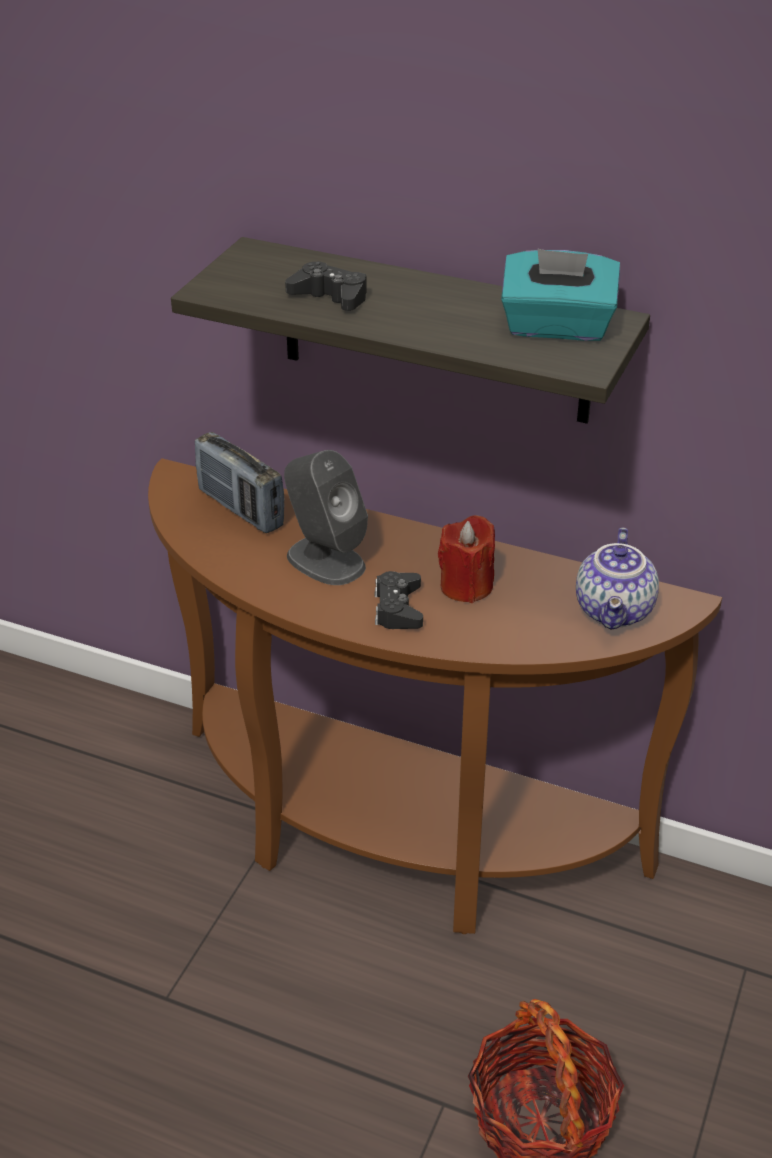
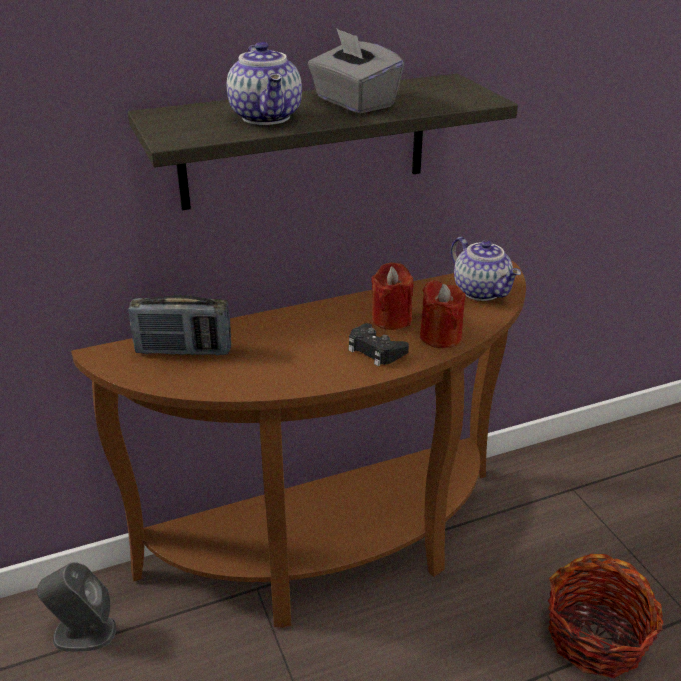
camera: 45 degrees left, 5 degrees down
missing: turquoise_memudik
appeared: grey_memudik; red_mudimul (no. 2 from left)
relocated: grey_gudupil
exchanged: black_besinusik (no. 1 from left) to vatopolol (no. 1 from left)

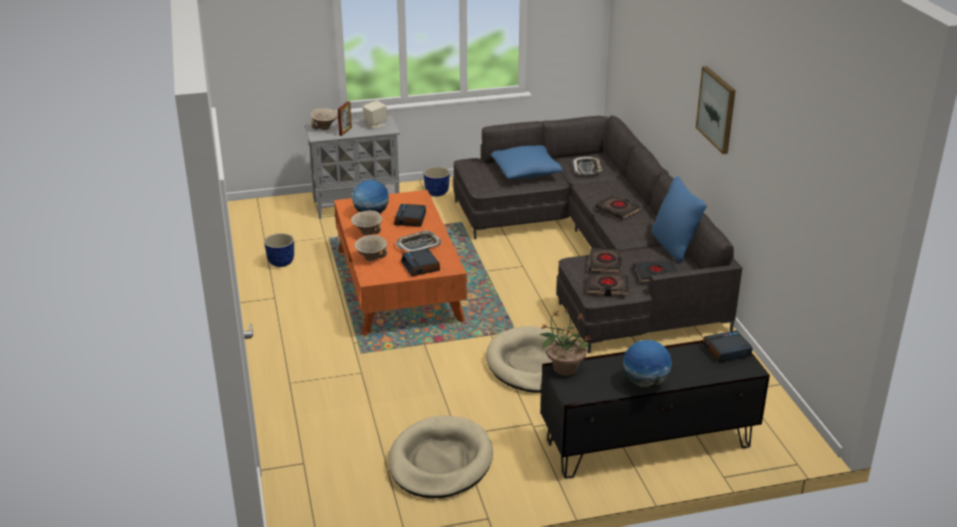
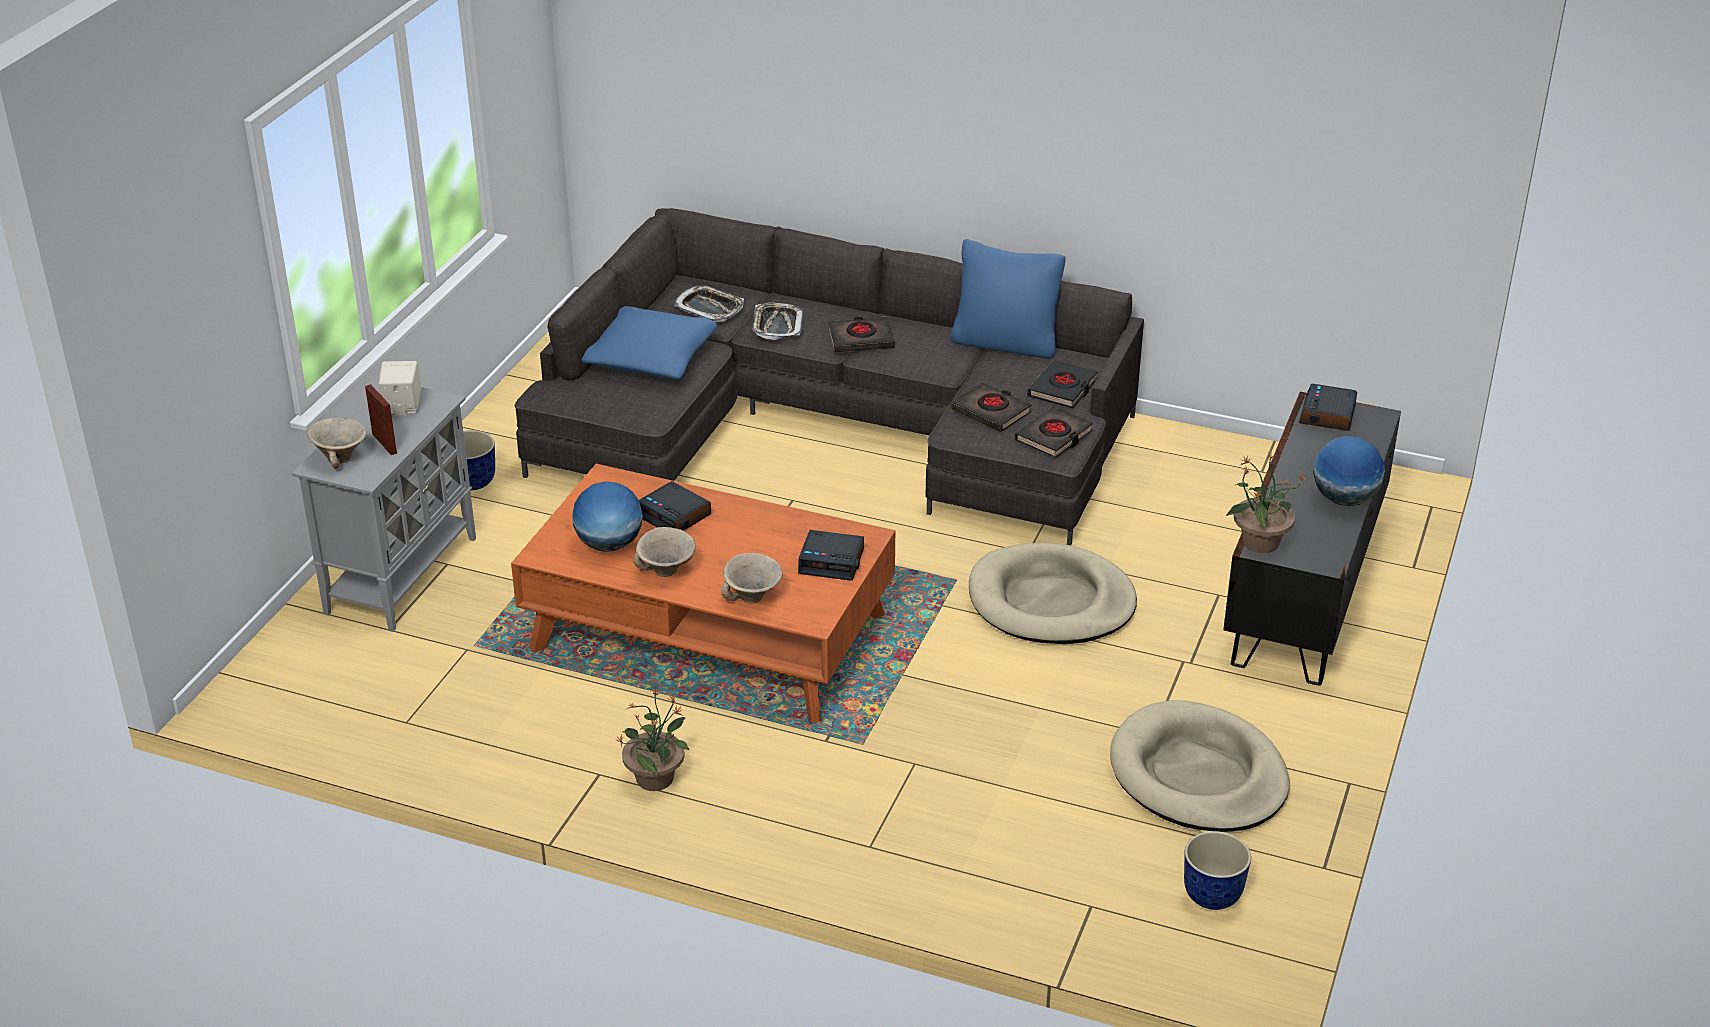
camera: 55 degrees left, 5 degrees up
missing: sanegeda
appeared: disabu (no. 1 from left)
relocated: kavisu (no. 1 from left in the first image) to kavisu (no. 2 from left); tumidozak (no. 1 from left in the first image) to tumidozak (no. 2 from left)

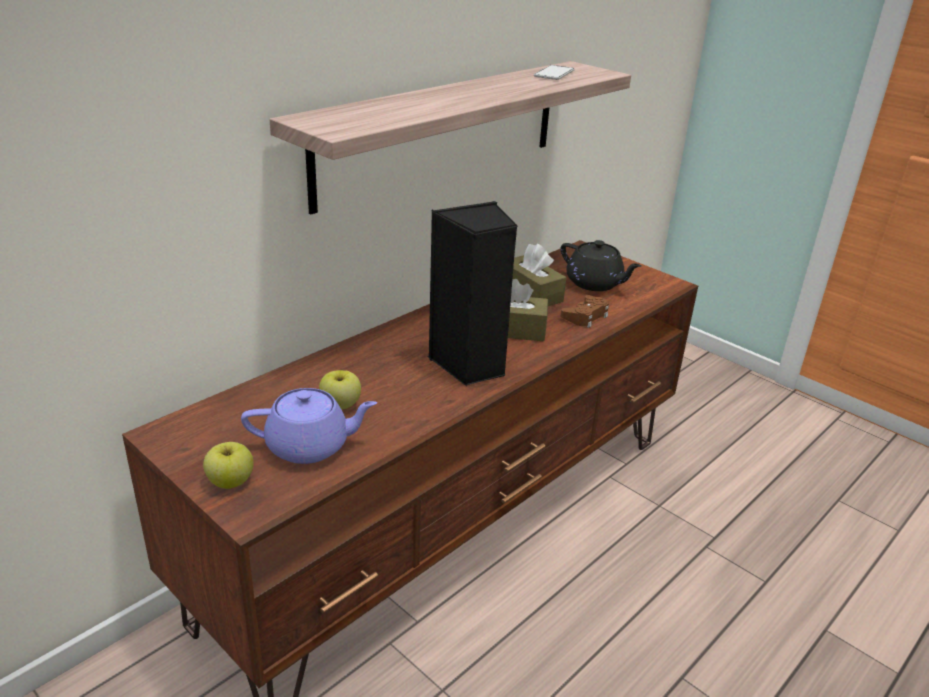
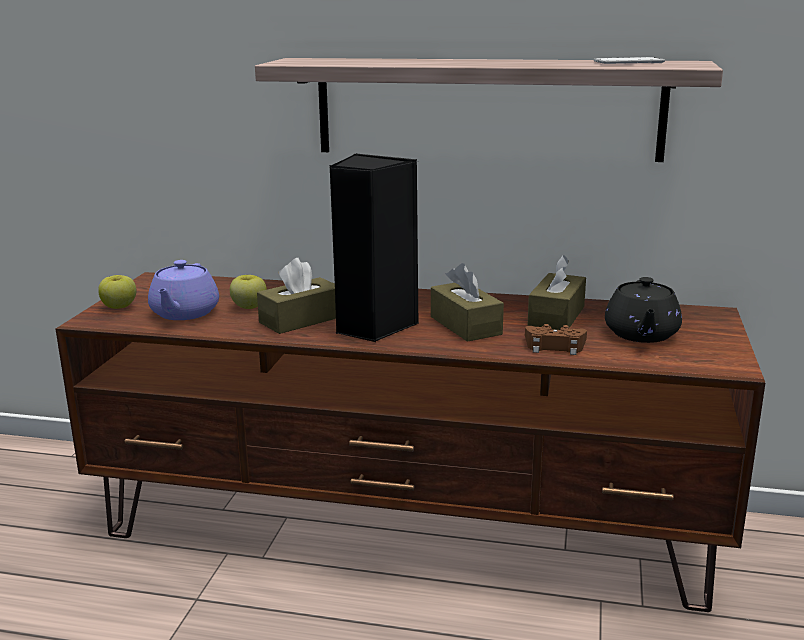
camera: 60 degrees right, 10 degrees down
appeared: brown_memudik (no. 1 from left)
spun: purple_vatopolol 45 degrees clockwise

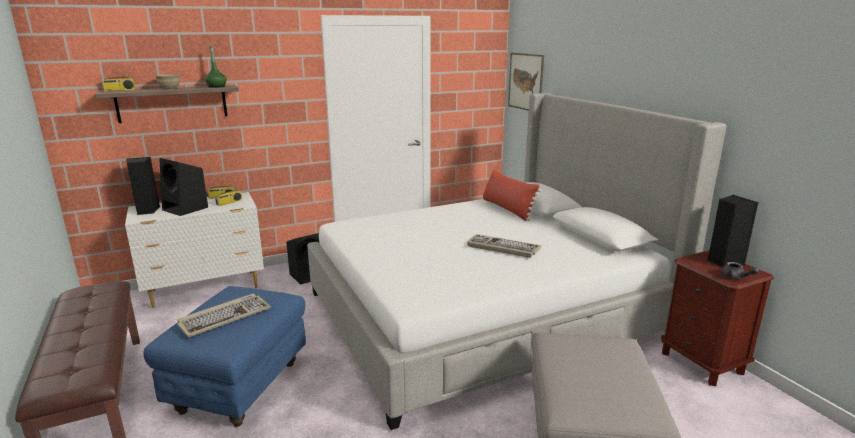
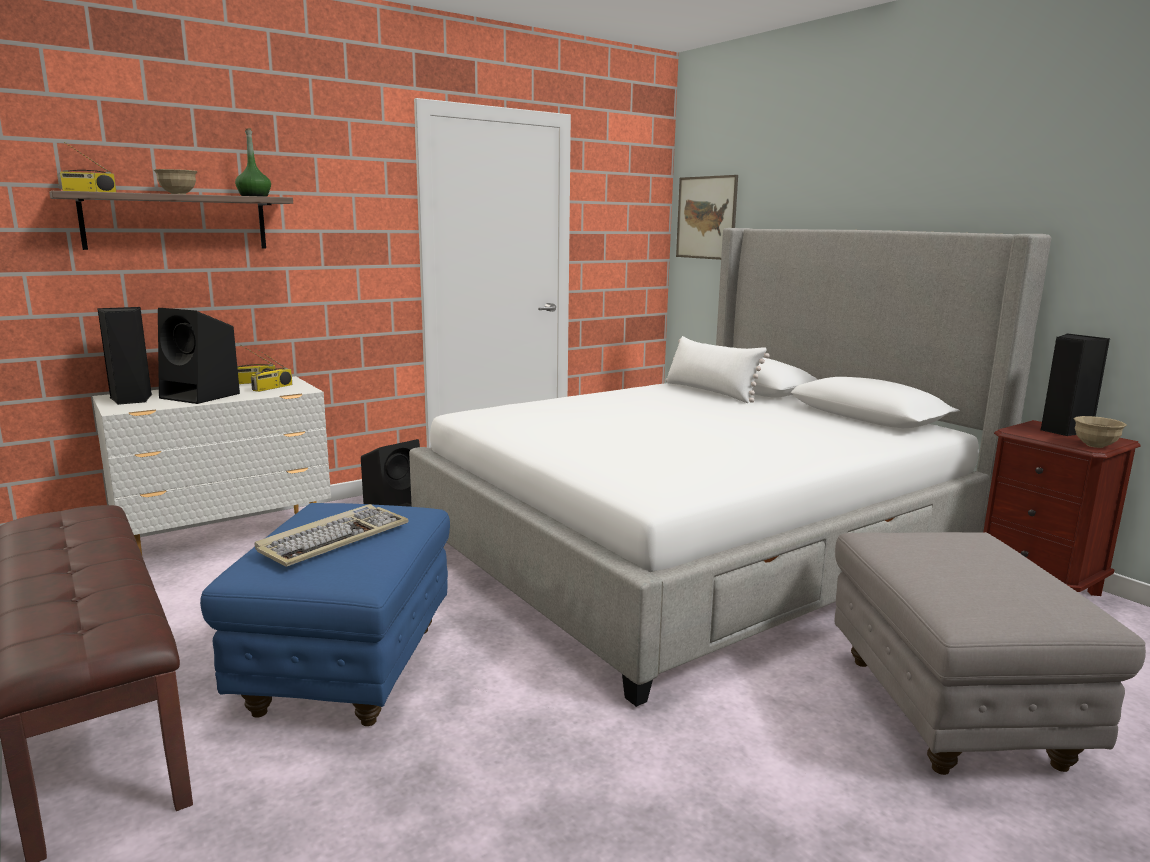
camera: 10 degrees left, 5 degrees down
missing: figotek (no. 2 from left)
exchanged: grey_vatopolol to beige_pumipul (no. 2 from left)
colour: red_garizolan to white_garizolan

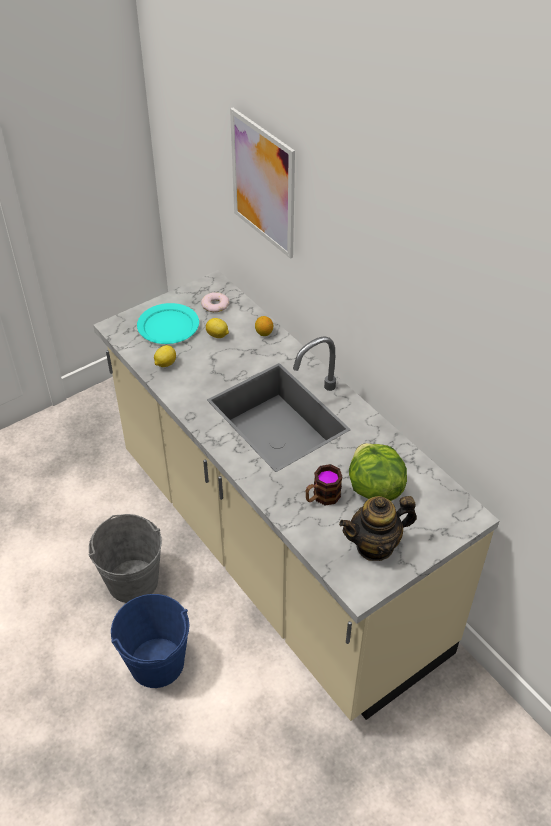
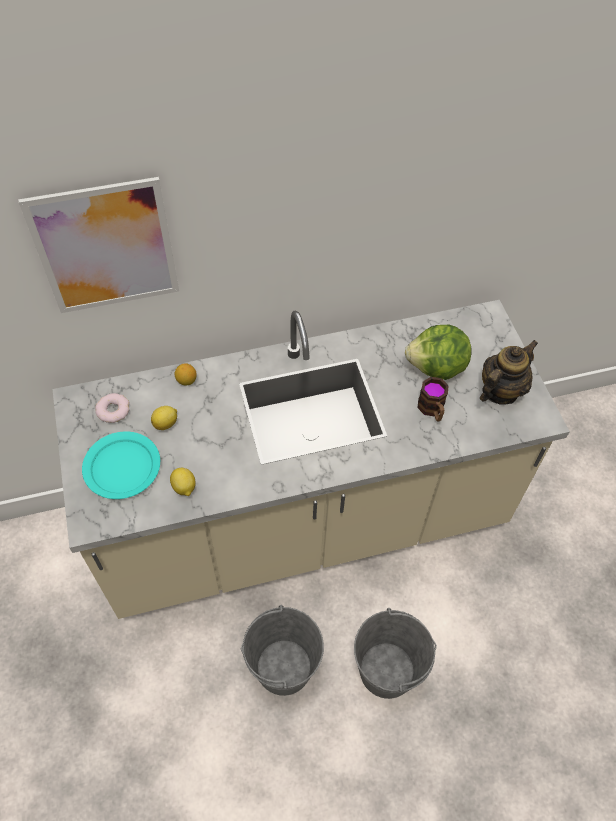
camera: 70 degrees left, 10 degrees up
colour: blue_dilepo to grey_dilepo (no. 2 from left)
spun: vatopolol 135 degrees counterclockwise

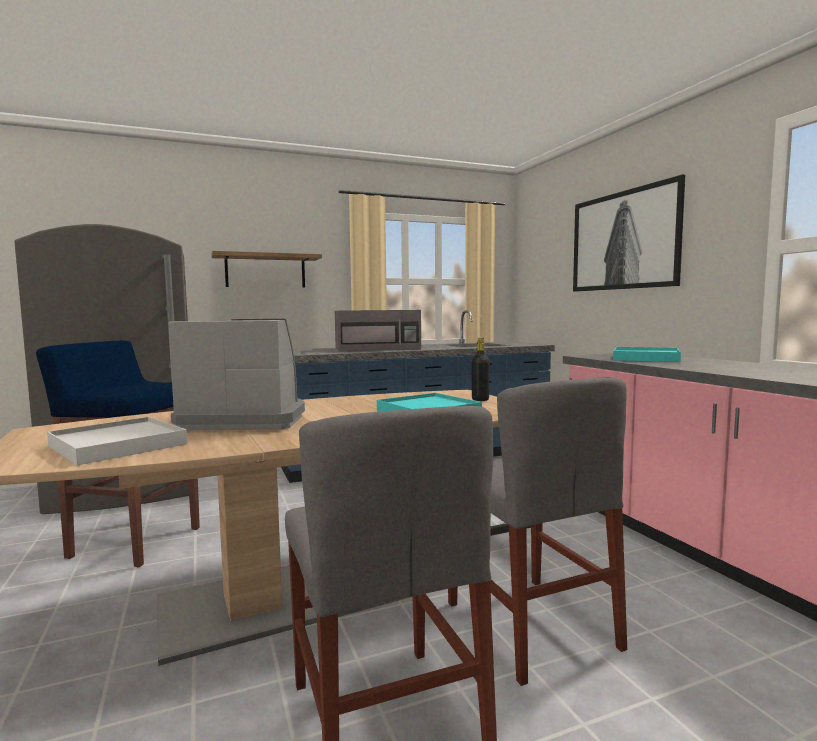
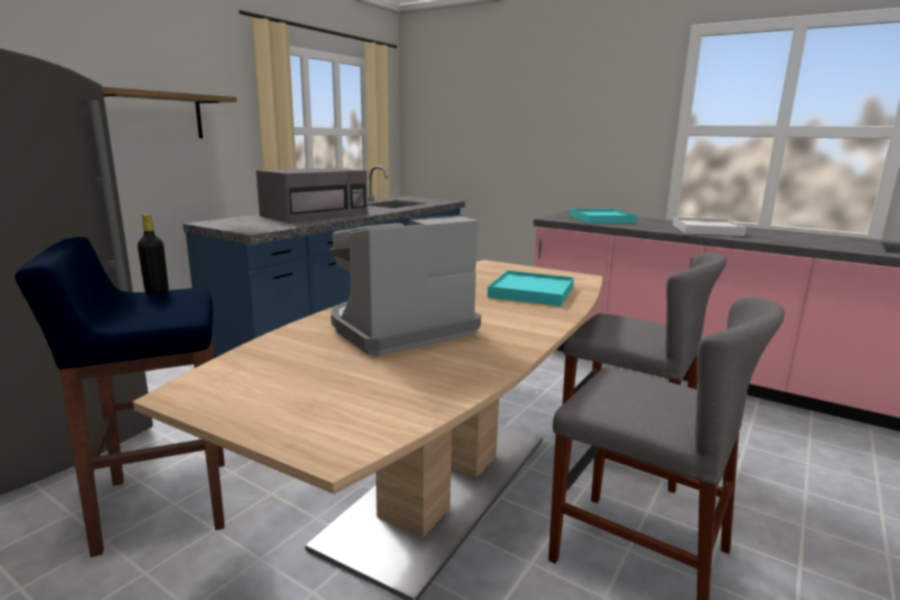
camera: 35 degrees left, 10 degrees up
missing: sanegeda
relocated: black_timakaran; white_kavisu

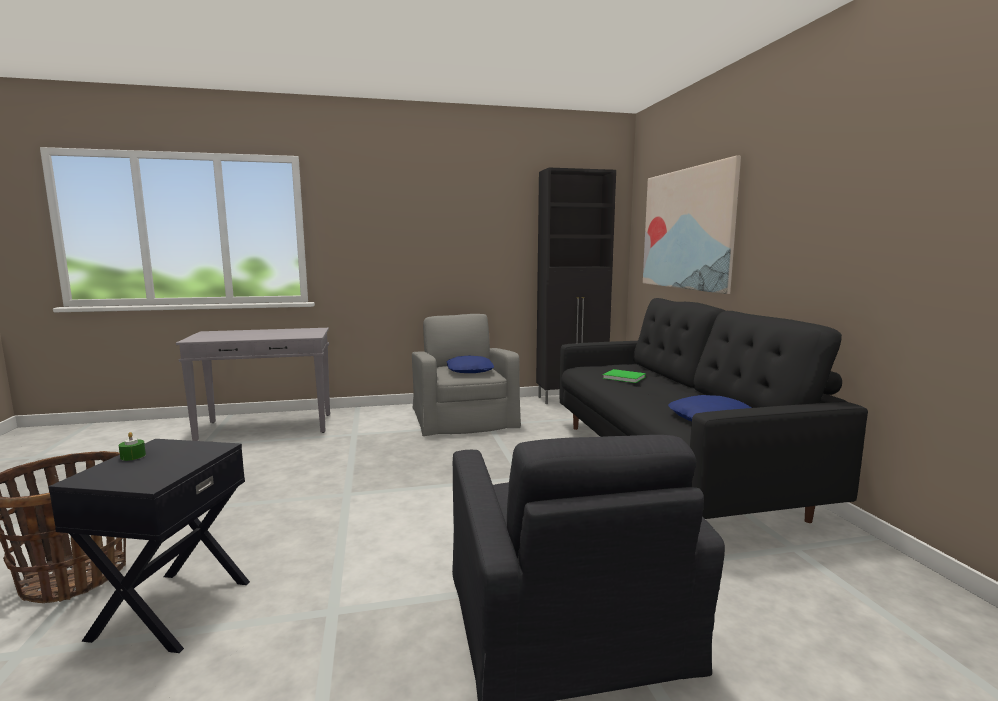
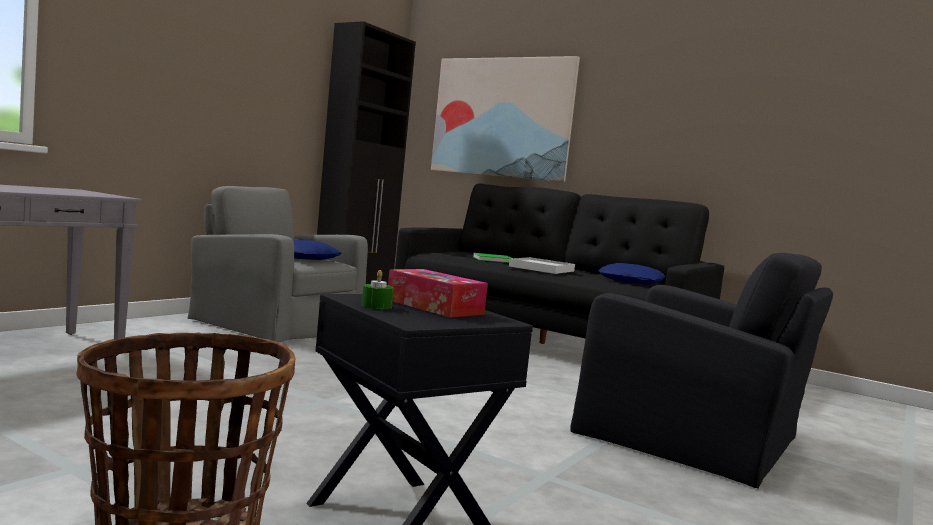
camera: 45 degrees left, 5 degrees down
appeared: memudik; white_kavisu

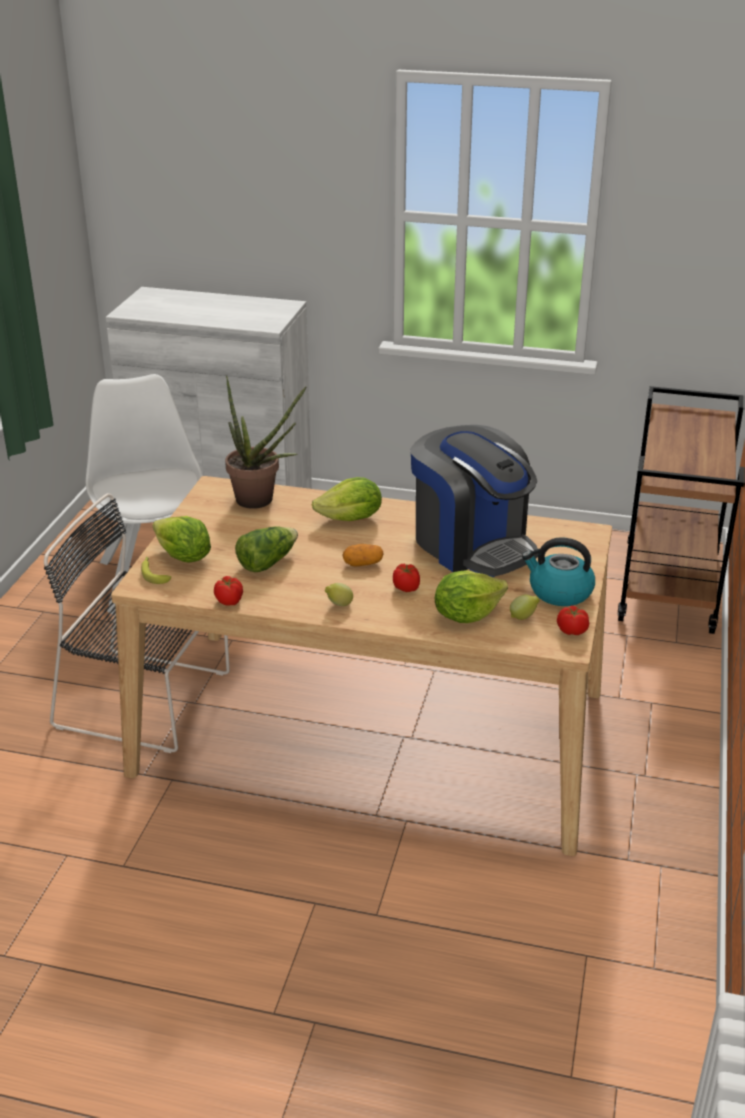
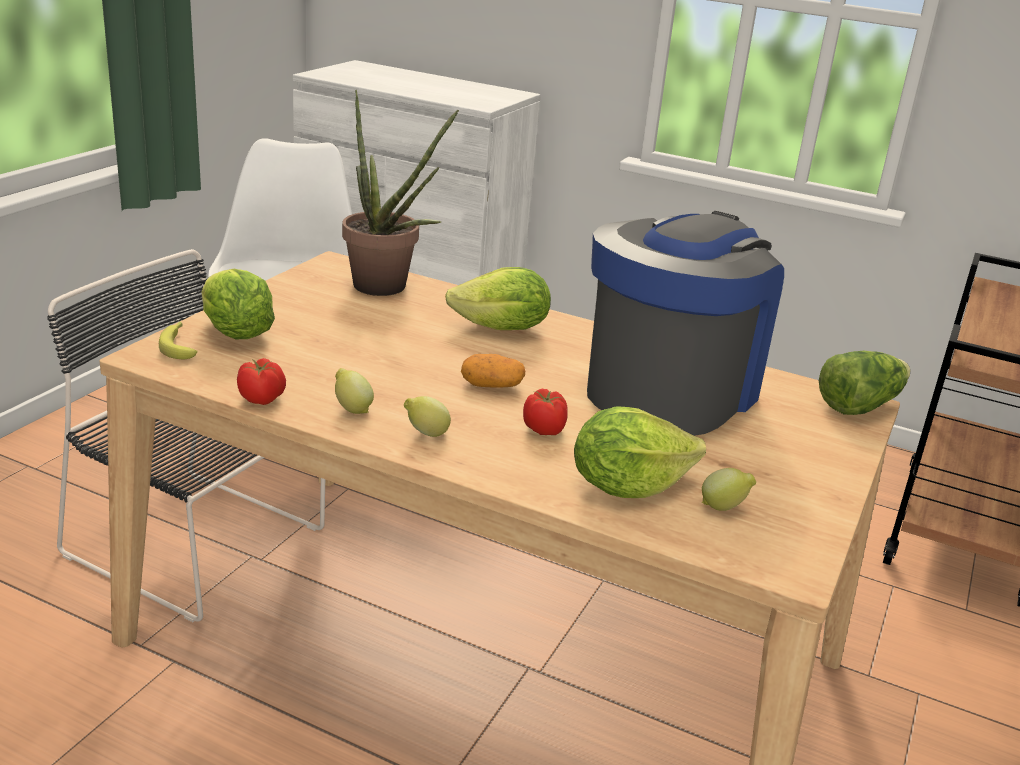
camera: 10 degrees right, 5 degrees down
missing: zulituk; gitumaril (no. 3 from left)
appeared: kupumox (no. 1 from left)
relocated: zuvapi (no. 2 from left in the first image) to zuvapi (no. 4 from left)
spun: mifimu 120 degrees counterclockwise

